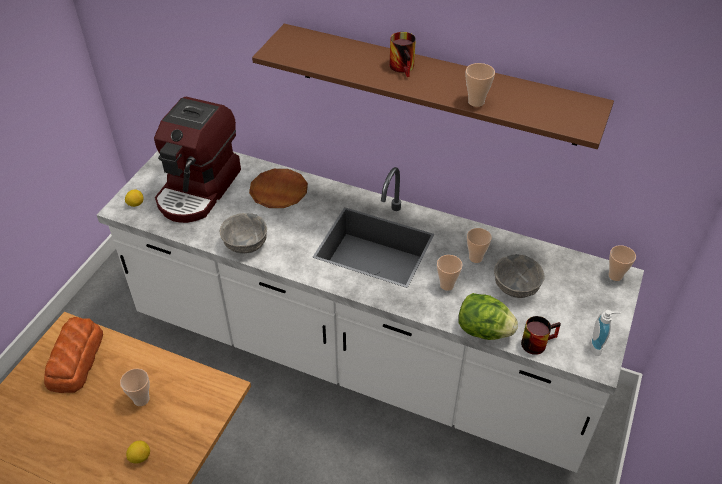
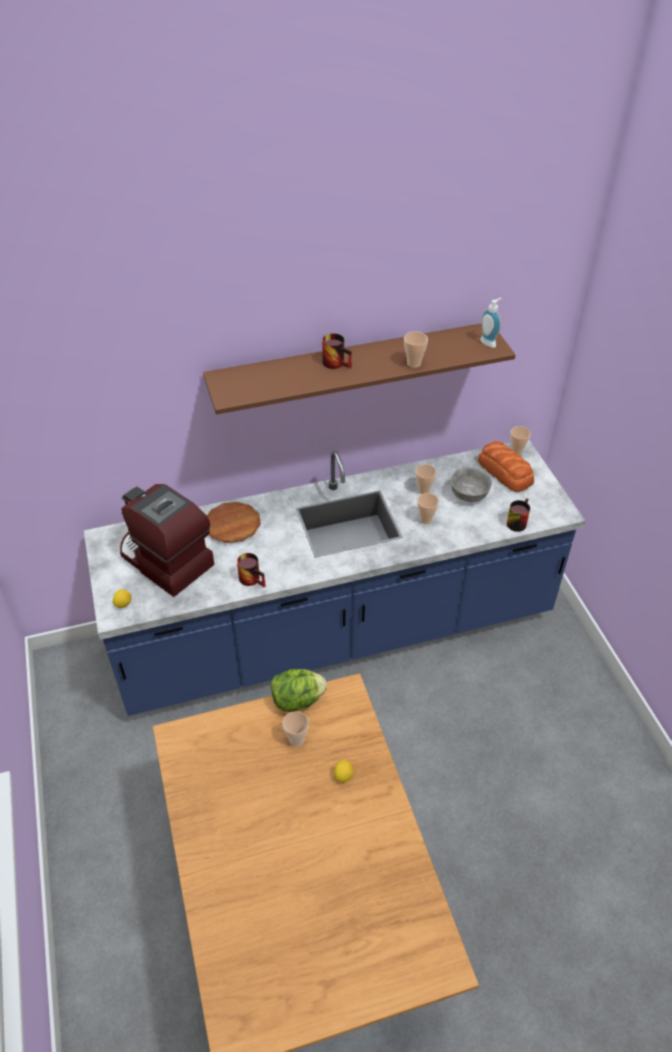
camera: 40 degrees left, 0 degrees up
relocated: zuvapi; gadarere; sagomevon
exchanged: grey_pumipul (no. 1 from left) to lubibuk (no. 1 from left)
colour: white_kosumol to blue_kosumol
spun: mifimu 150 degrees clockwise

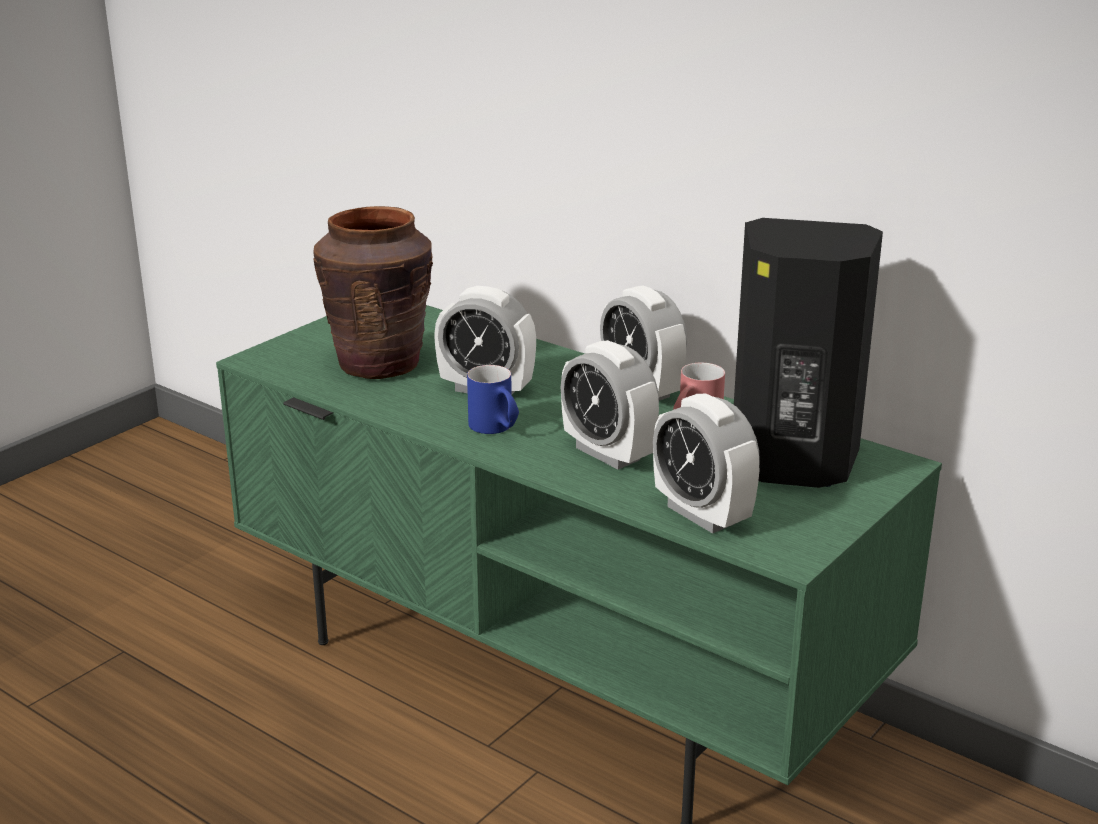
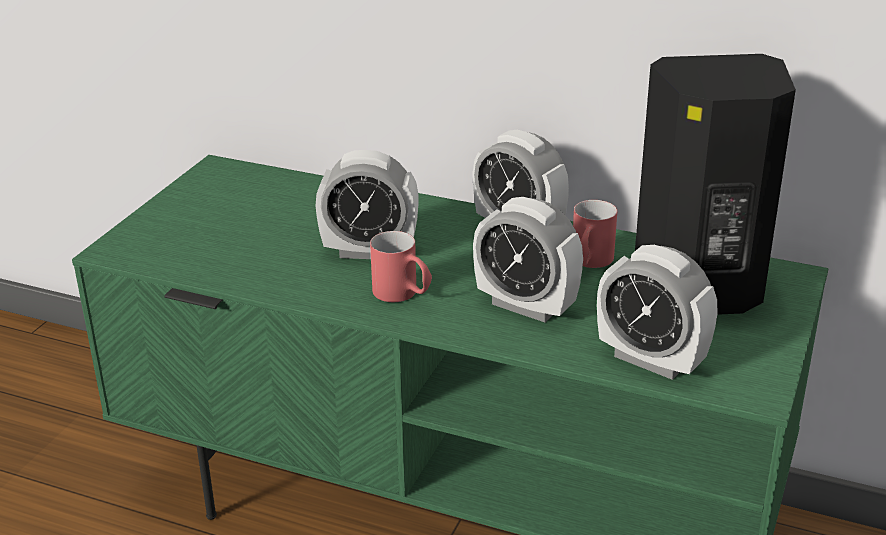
camera: 15 degrees left, 5 degrees up
missing: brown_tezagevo
colour: blue_lubibuk to red_lubibuk (no. 1 from left)

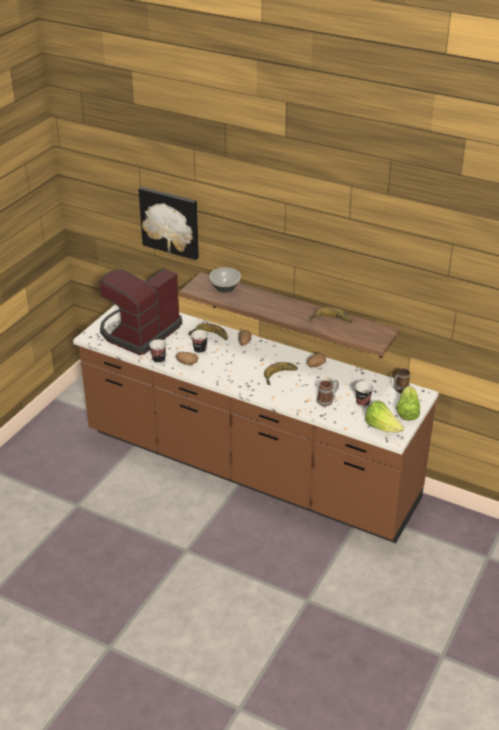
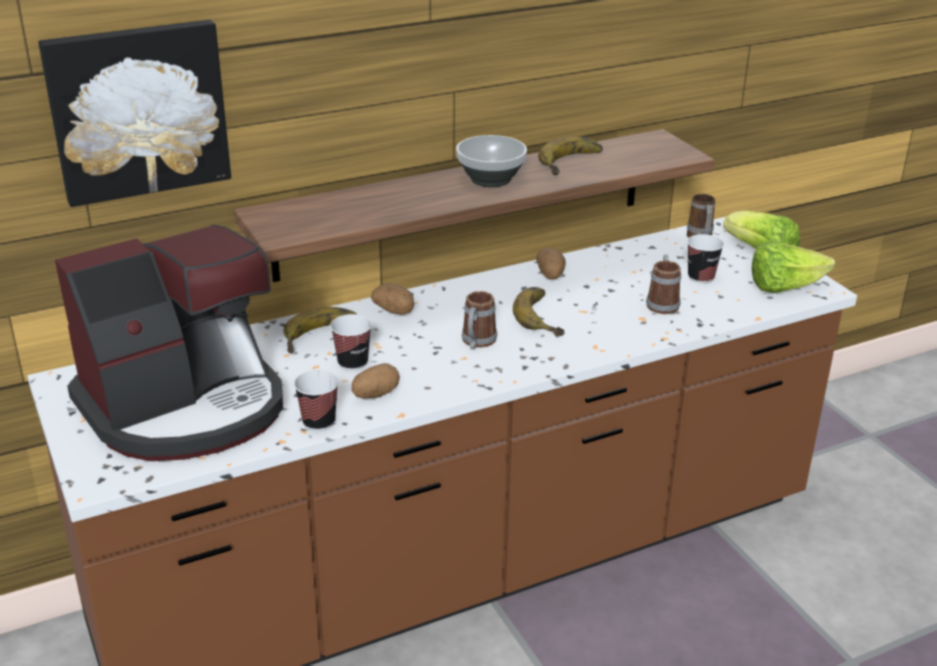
camera: 55 degrees left, 5 degrees down
appeared: lubibuk (no. 1 from left)
relocated: pumipul
spun: mifimu 105 degrees counterclockwise

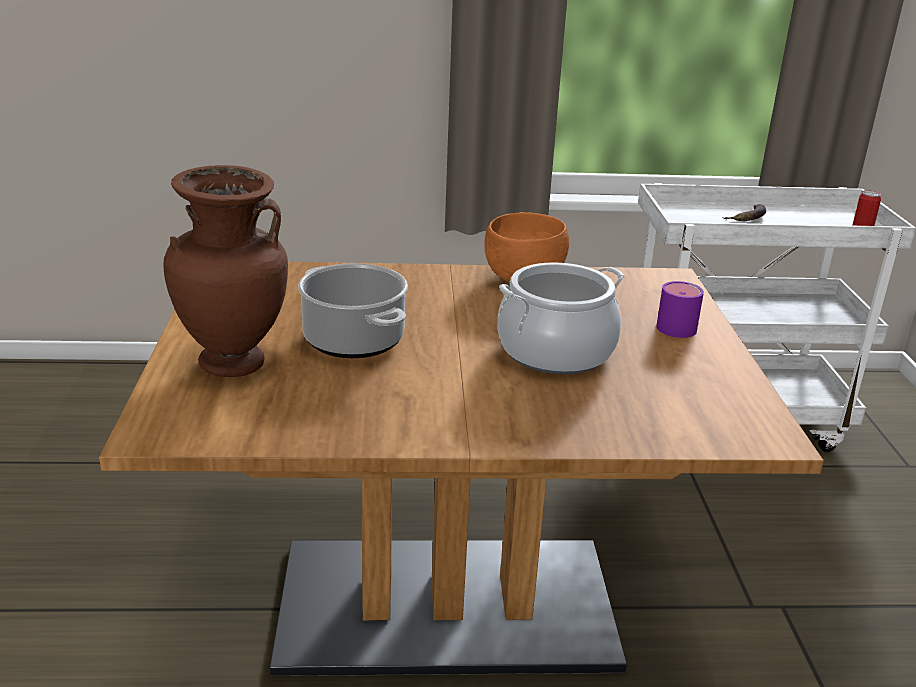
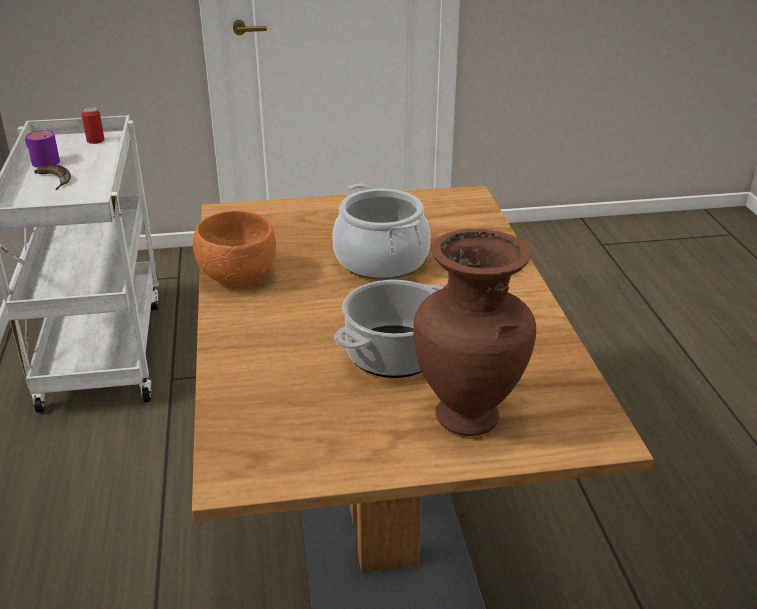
camera: 95 degrees left, 5 degrees up
relocated: purple_lubibuk

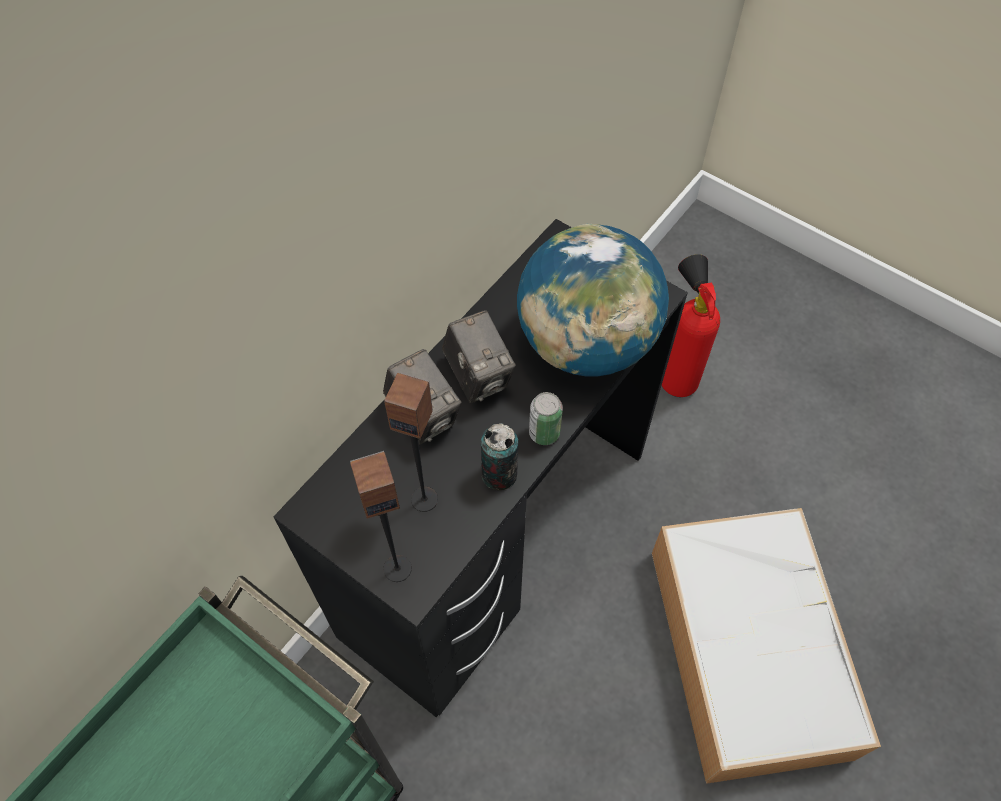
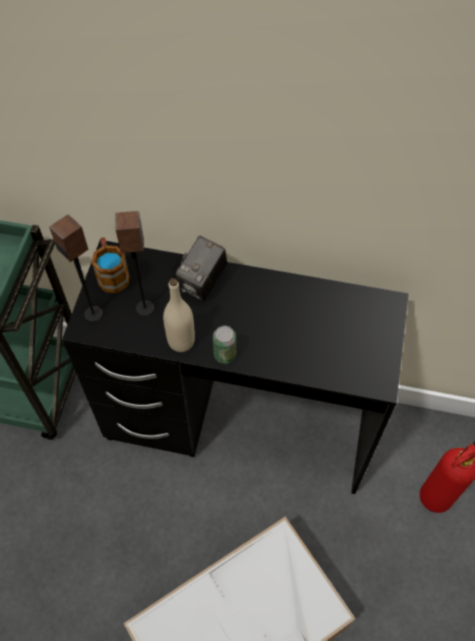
camera: 65 degrees right, 0 degrees up
missing: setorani (no. 2 from left); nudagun
appeared: lubibuk
exchanged: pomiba (no. 1 from left) to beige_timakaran

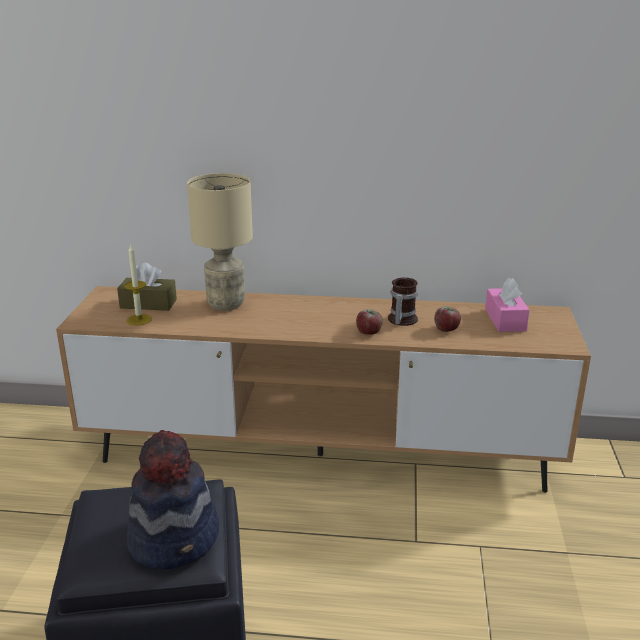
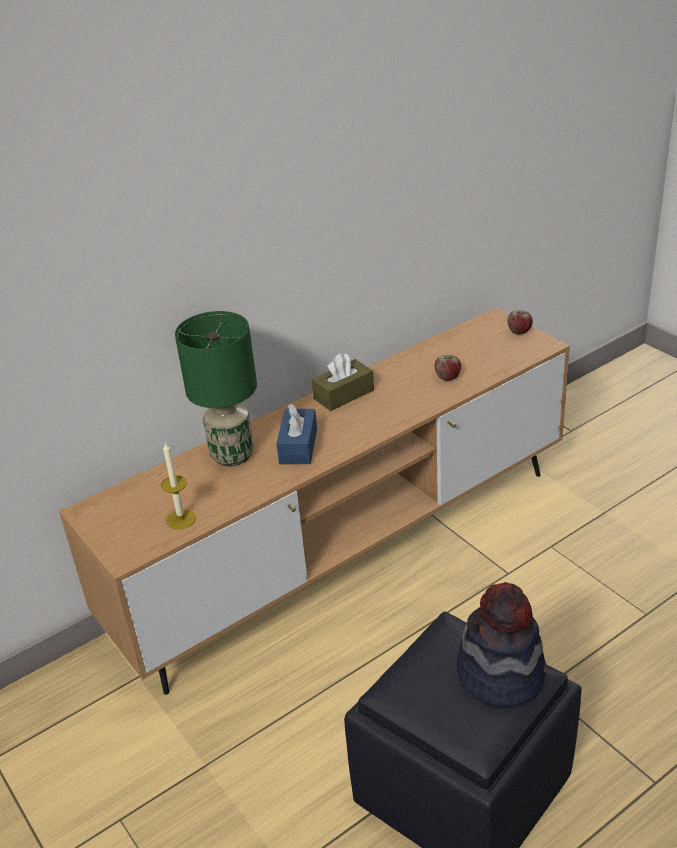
camera: 40 degrees left, 10 degrees up
missing: lubibuk; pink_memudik
appeared: blue_memudik
relocated: brown_memudik; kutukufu (no. 1 from left in the first image) to kutukufu (no. 2 from left)
colour: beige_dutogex to green_dutogex

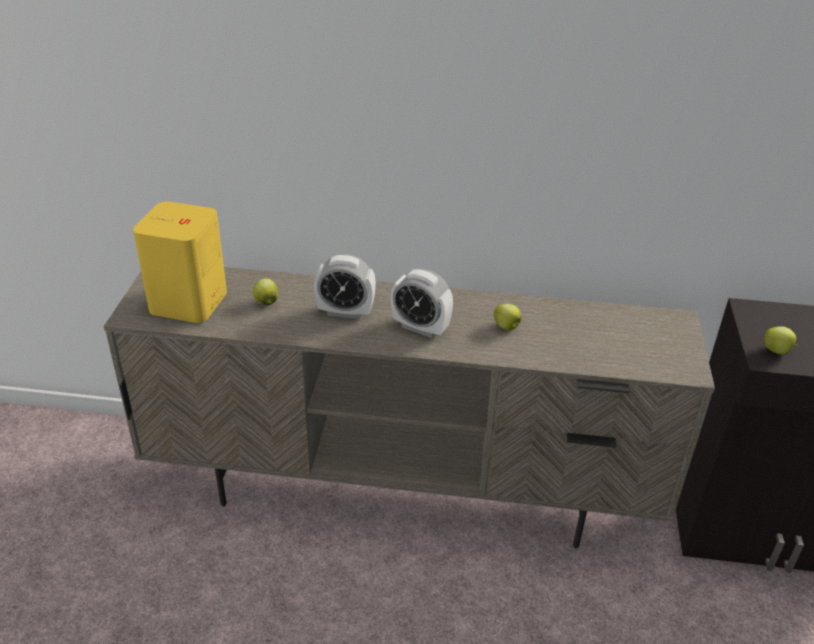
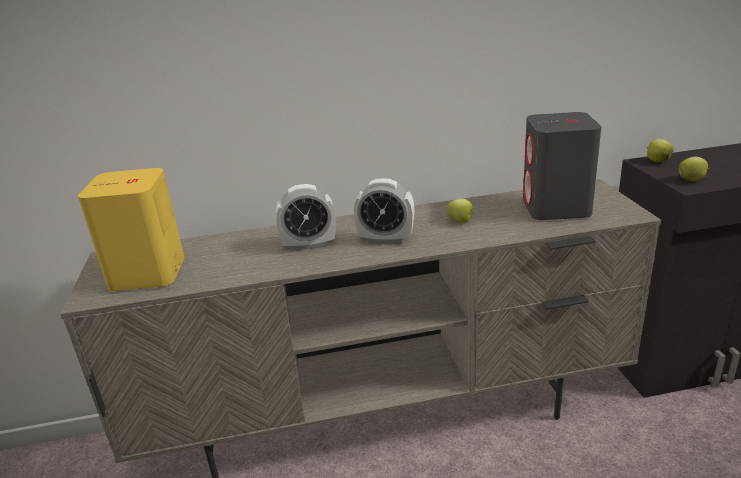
camera: 15 degrees left, 10 degrees down
appeared: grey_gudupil
relocated: kutukufu (no. 1 from left in the first image) to kutukufu (no. 2 from left)

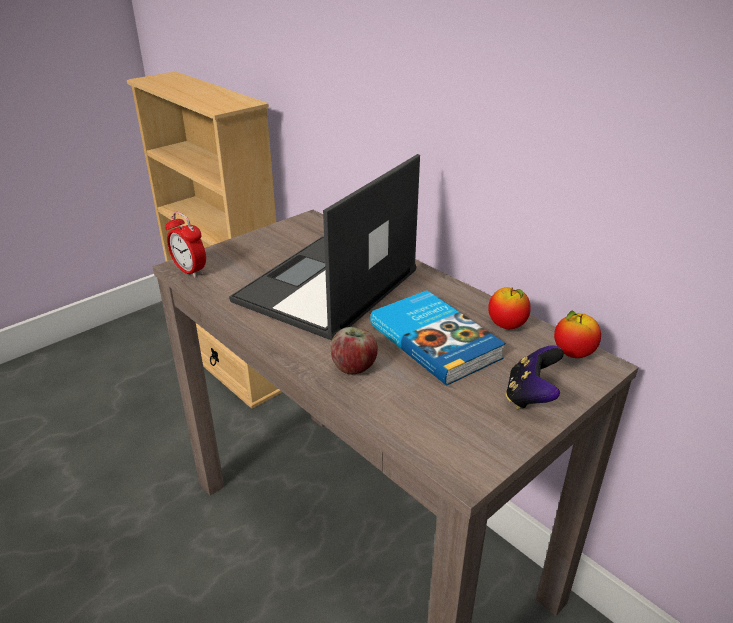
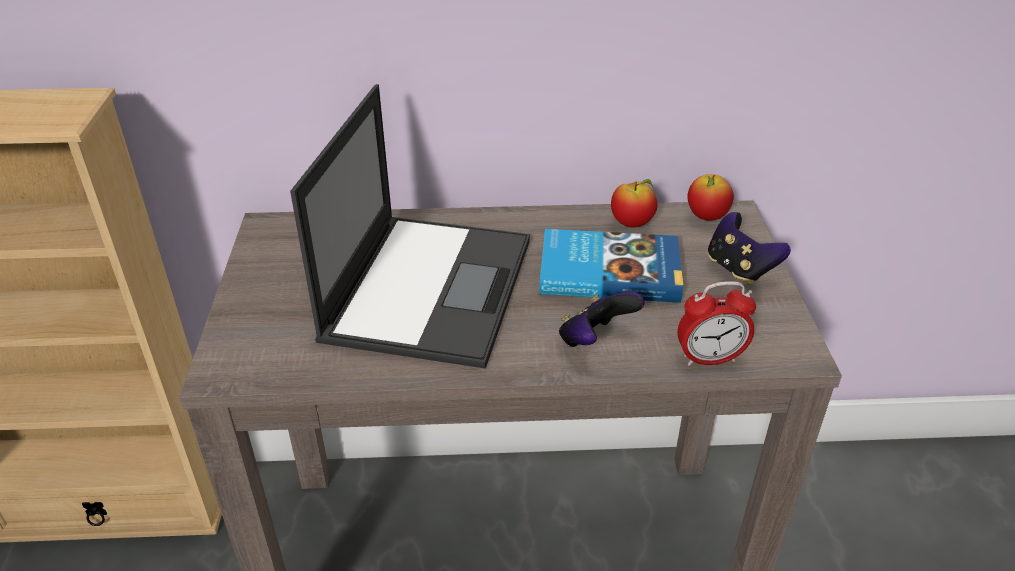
camera: 50 degrees left, 5 degrees up
relocated: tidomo
exchanged: kutukufu (no. 1 from left) to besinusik (no. 1 from left)
spun: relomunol 150 degrees counterclockwise

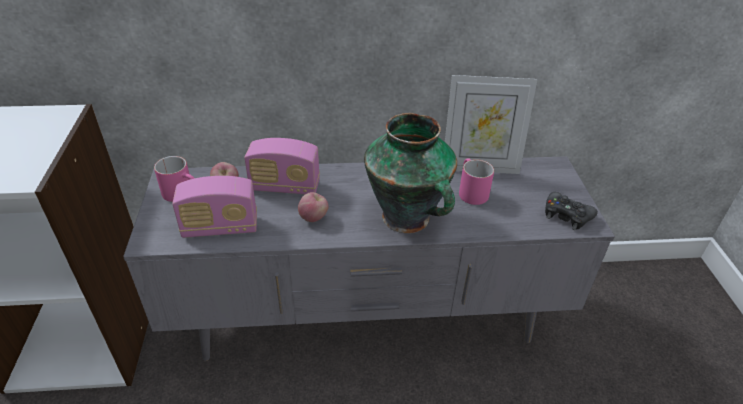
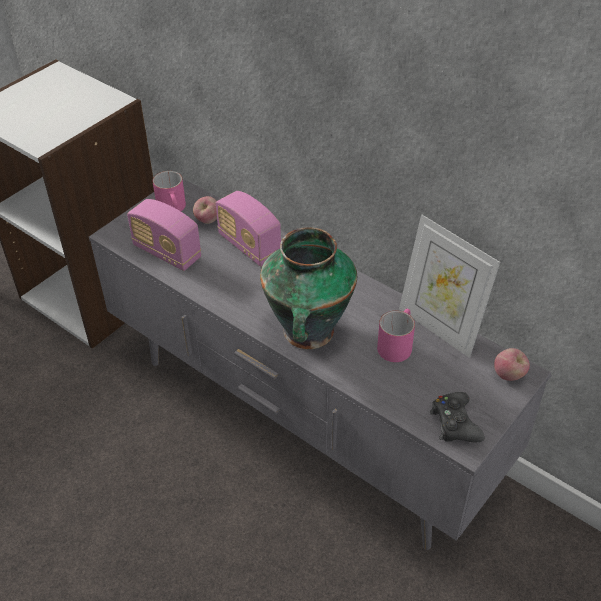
camera: 45 degrees right, 5 degrees up
relocated: kutukufu (no. 2 from left)

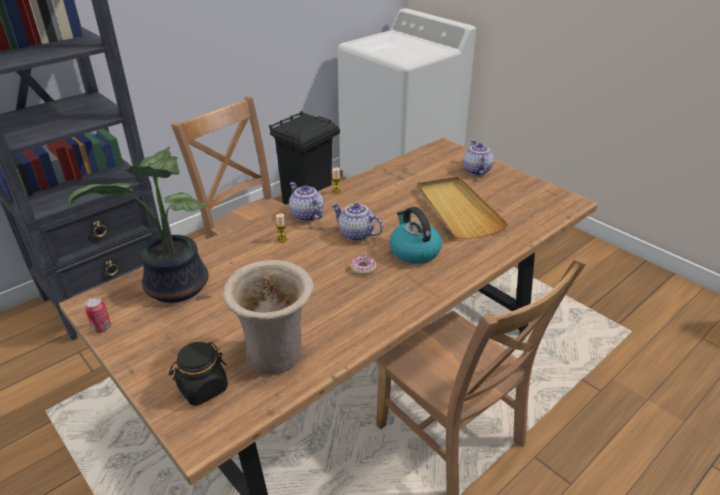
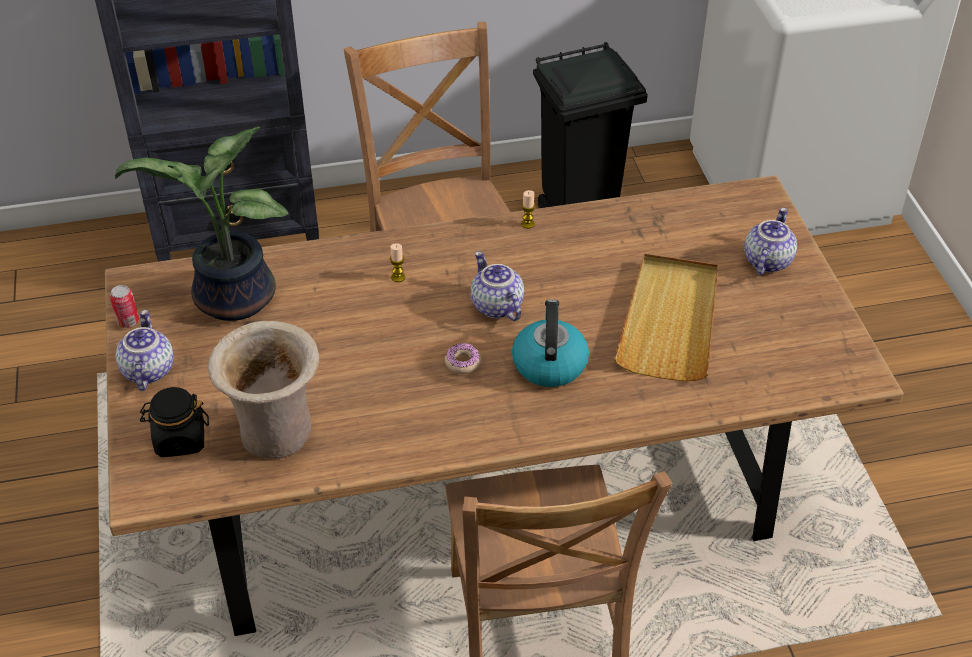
camera: 30 degrees right, 10 degrees up
relocated: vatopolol (no. 1 from left)

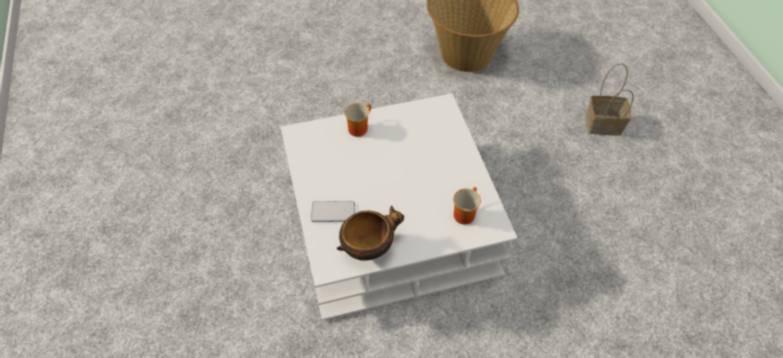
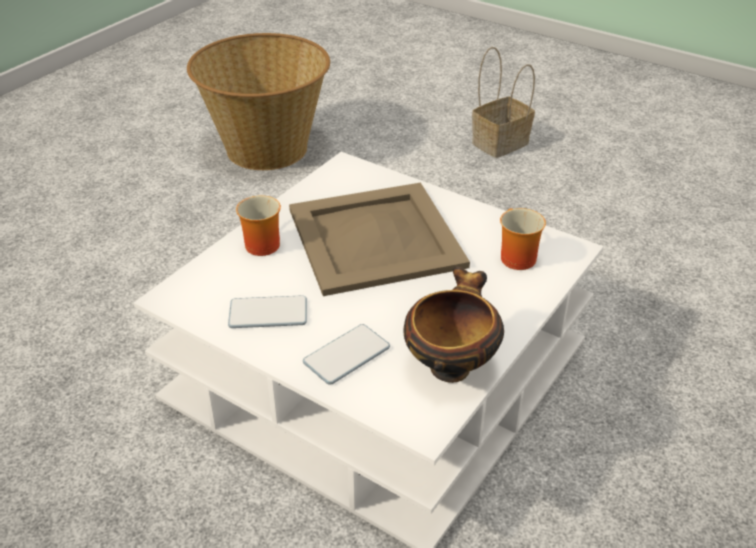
camera: 40 degrees left, 15 degrees down
appeared: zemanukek (no. 1 from left); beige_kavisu

